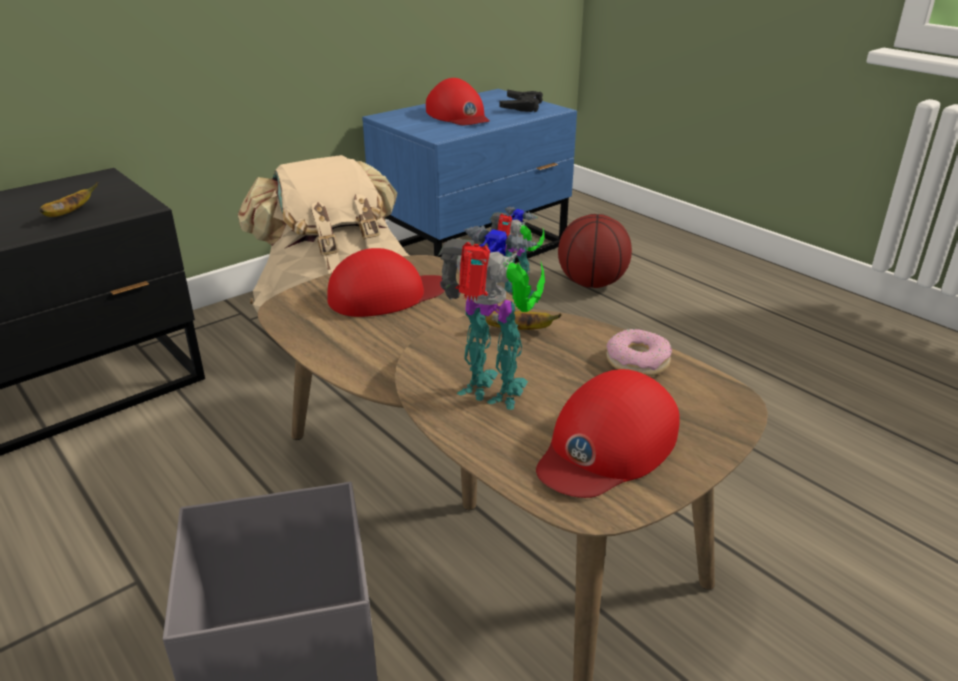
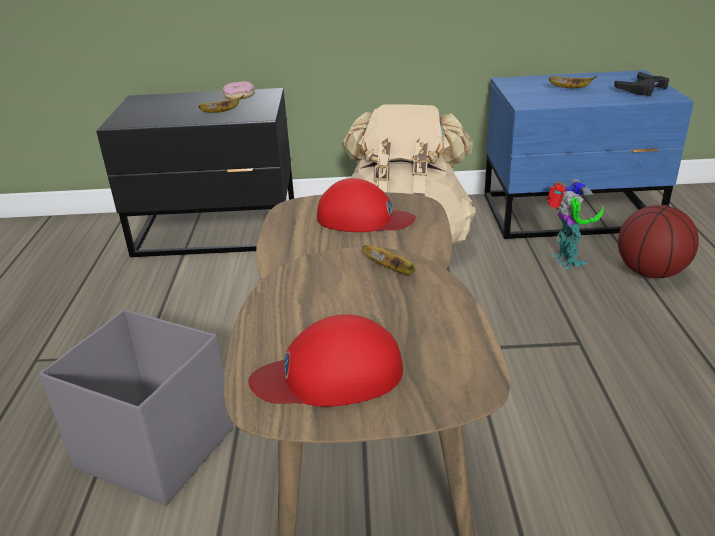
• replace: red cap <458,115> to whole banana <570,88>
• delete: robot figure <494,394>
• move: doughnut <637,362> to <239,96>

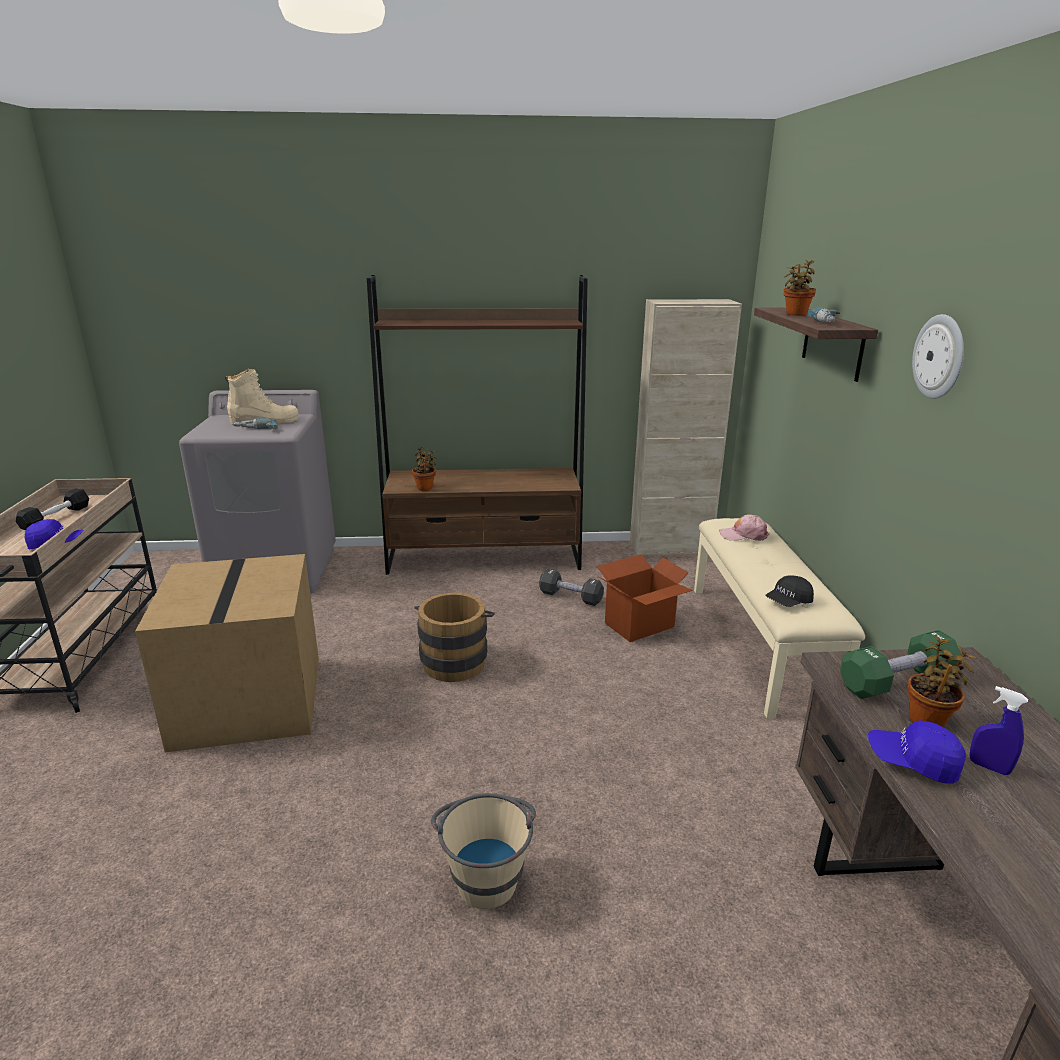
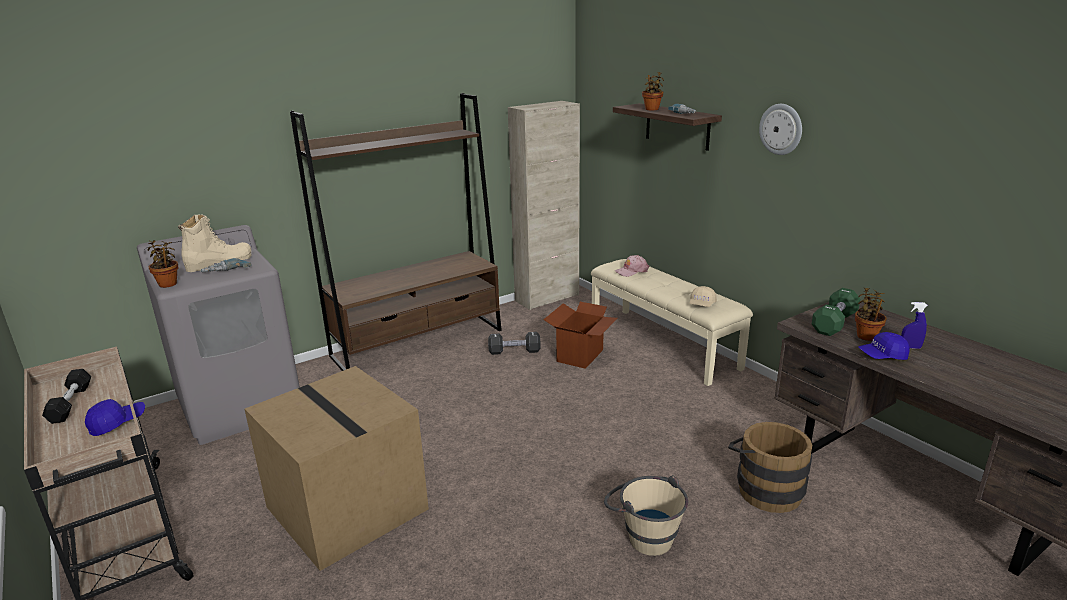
• move: houseplant <425,487> to <168,283>
• recolor: black-coloured cap <788,602> to beige-coloured cap <702,304>
• move: brown-coloured bucket <455,660> to <765,488>

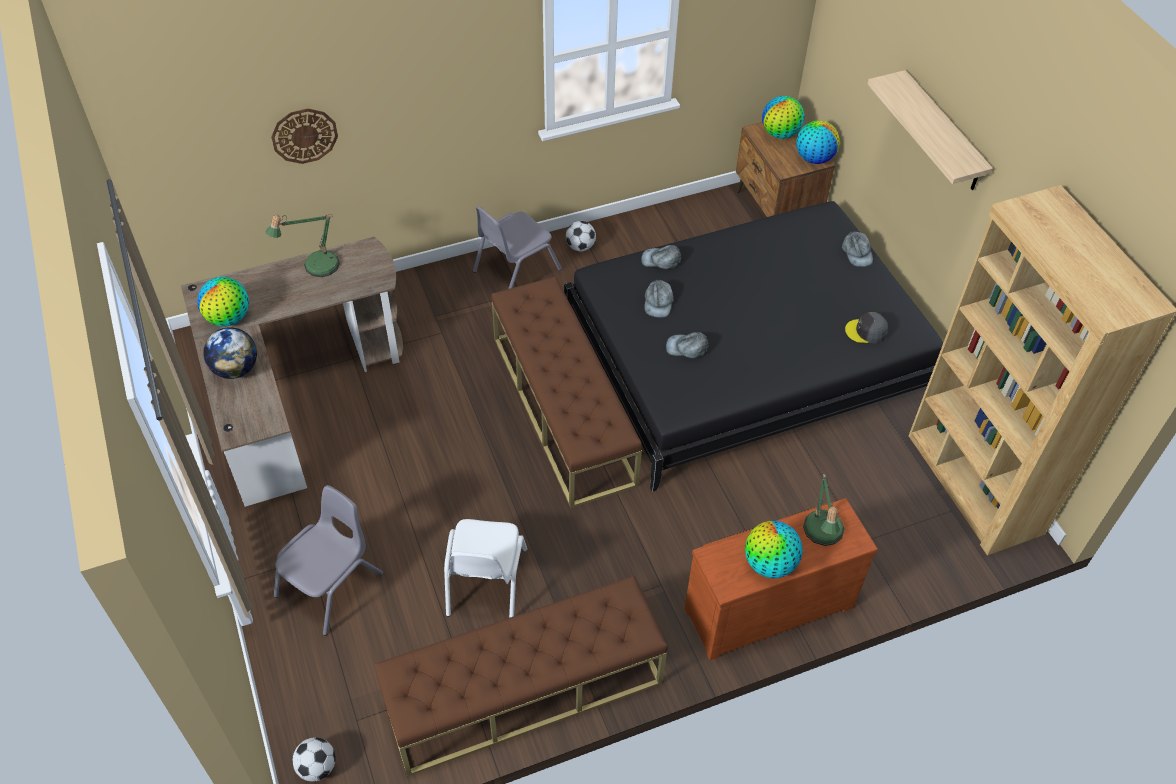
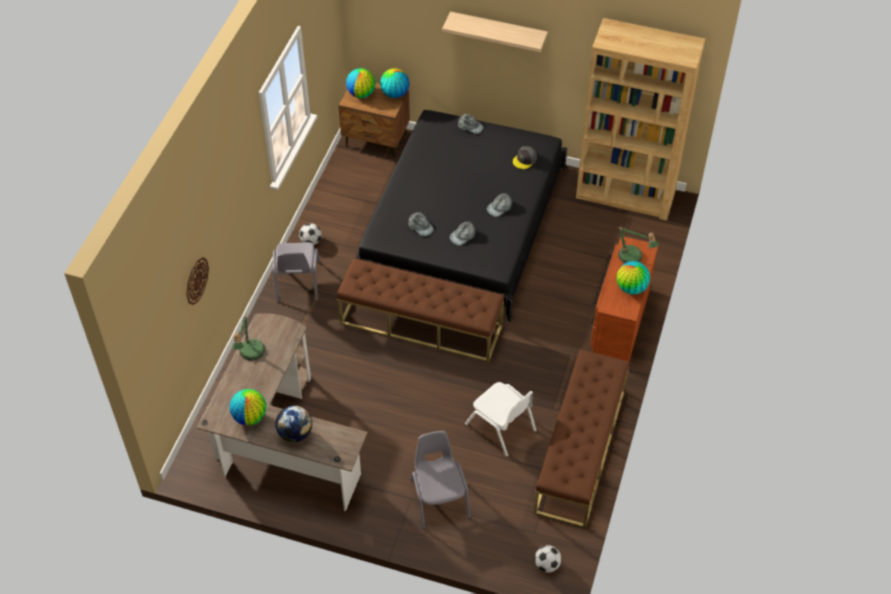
• move: grey cap <661,260> to <500,207>

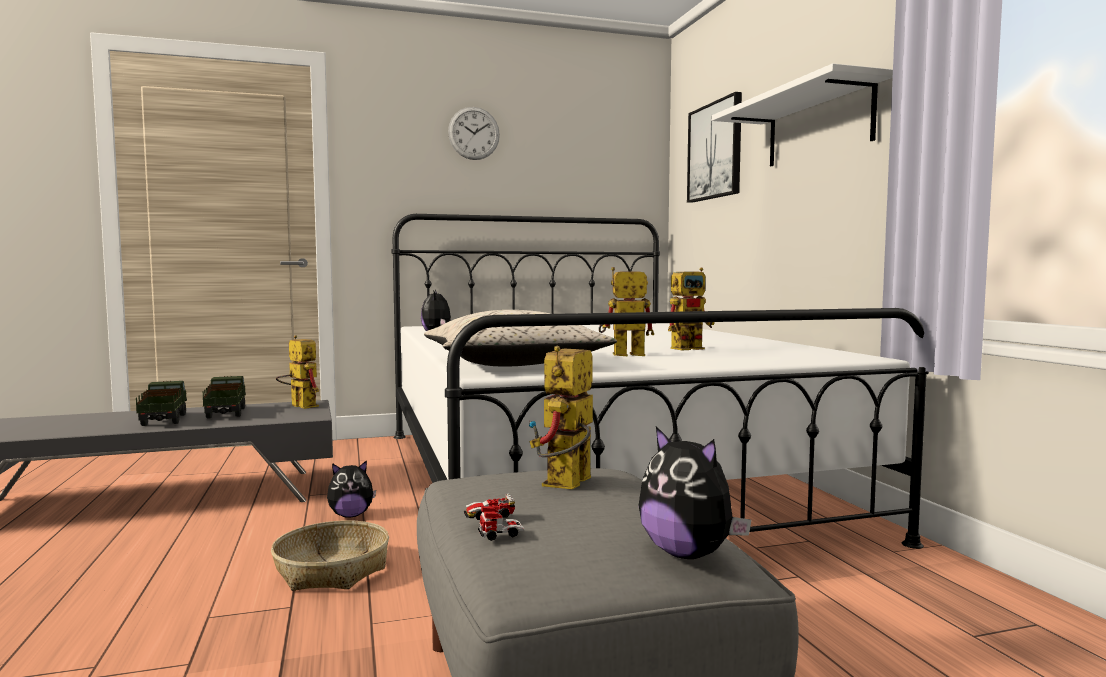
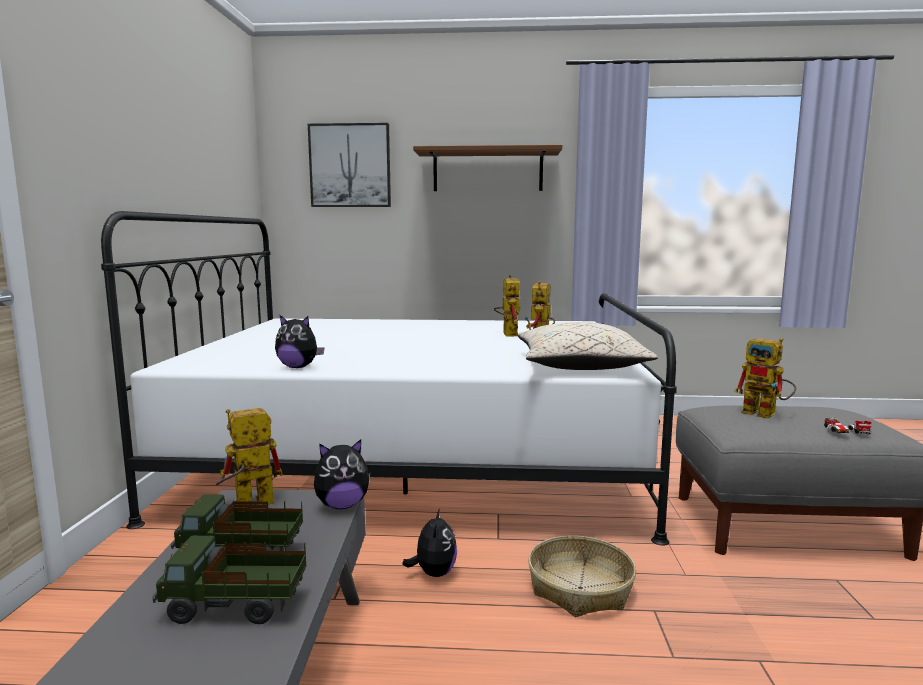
• recolor: whitish bracket shelf <818,126> to brown-coloured bracket shelf <487,171>
• delete: wall clock <474,133>
• move: cuddly toy <688,553> to <342,505>

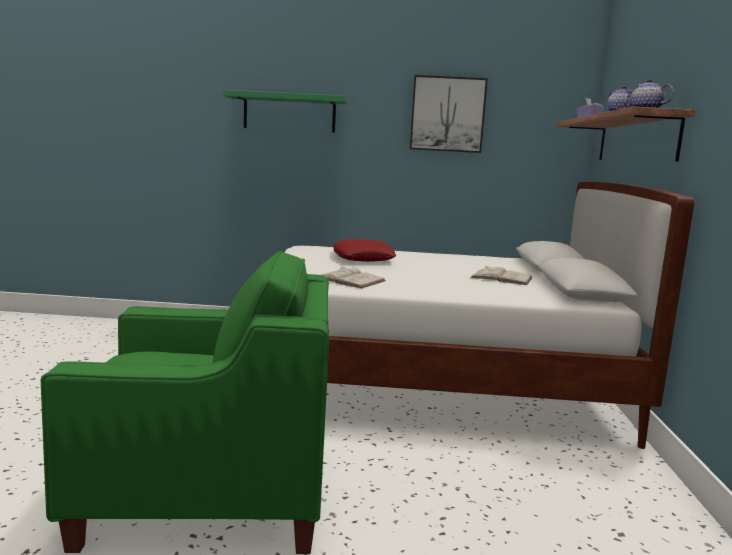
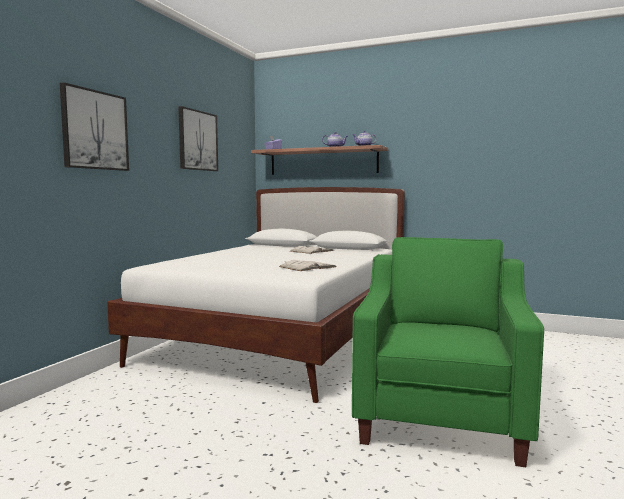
• replace: green bracket shelf <289,113> to wall picture <95,130>
• delete: red pillow <363,258>

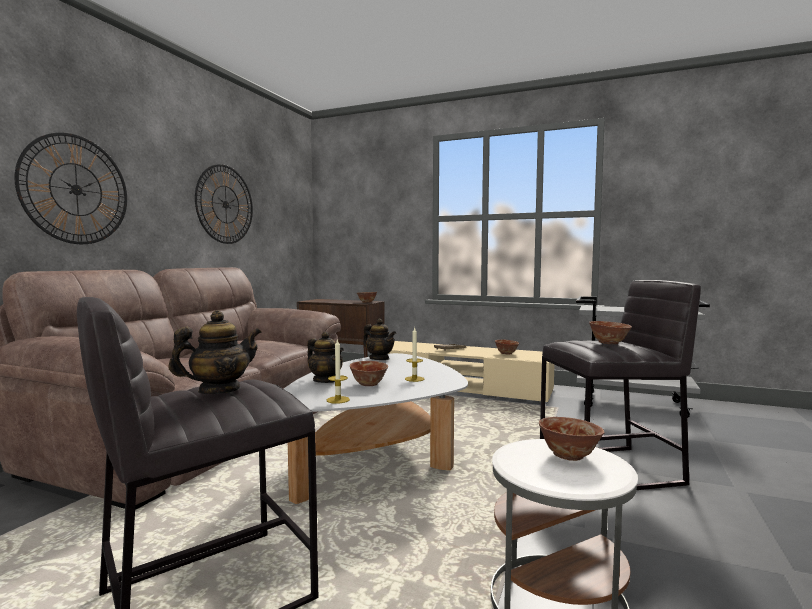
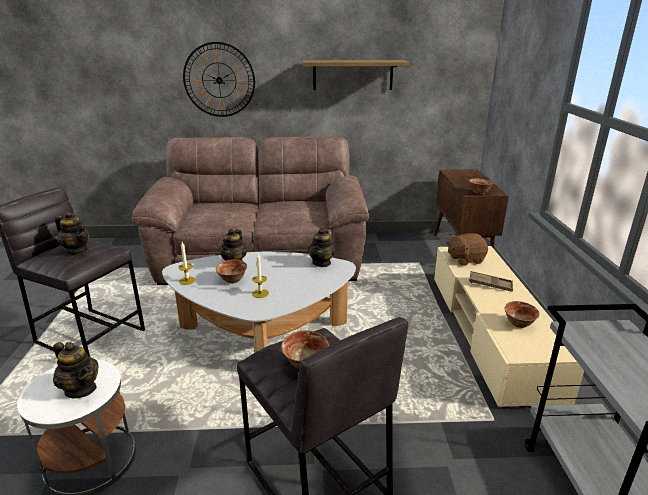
• replace: wall clock <225,204> to bracket shelf <353,75>
• replace: serving bowl <569,455> to pot for tea <81,389>
• insert: brown-coloured cuddly toy <465,259>

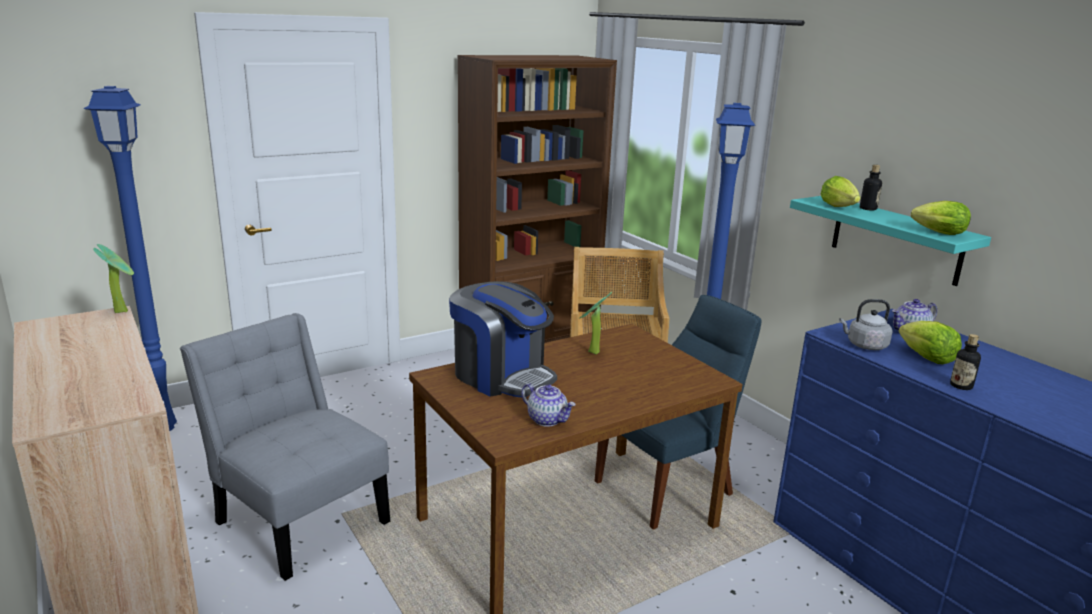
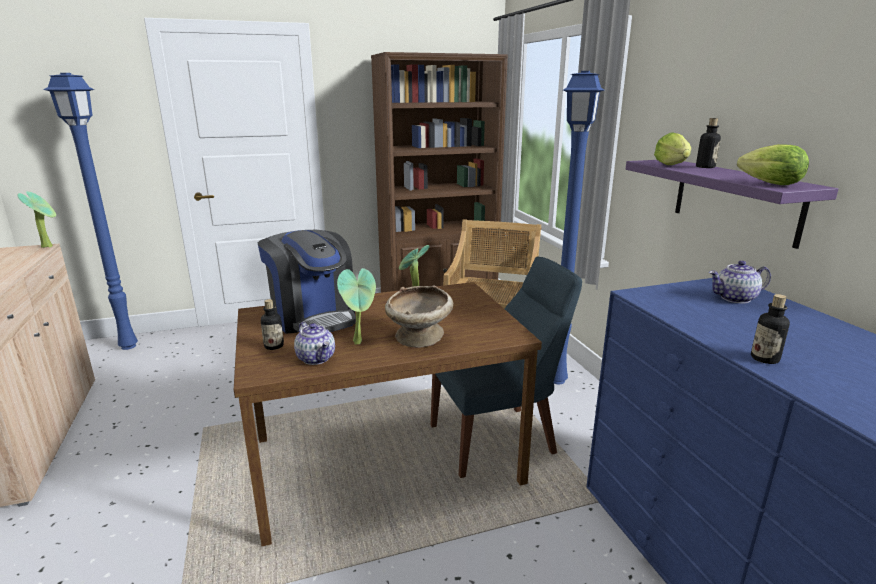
• recolor: turquoise-coloured bracket shelf <895,239> to purple-coloured bracket shelf <735,200>
• delete: grey tea kettle <864,345>
• delete: grey chair <298,517>
• delete: lettuce <926,358>
• insert: houseplant <360,342>
• insert: beige-coloured serving bowl <419,339>
• insert: beverage bottle <274,346>

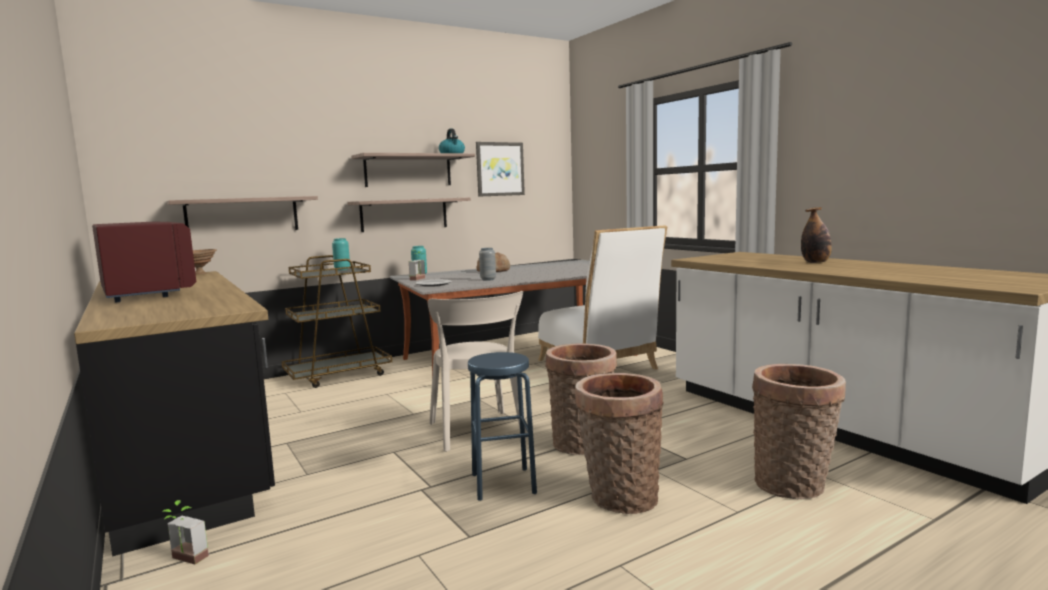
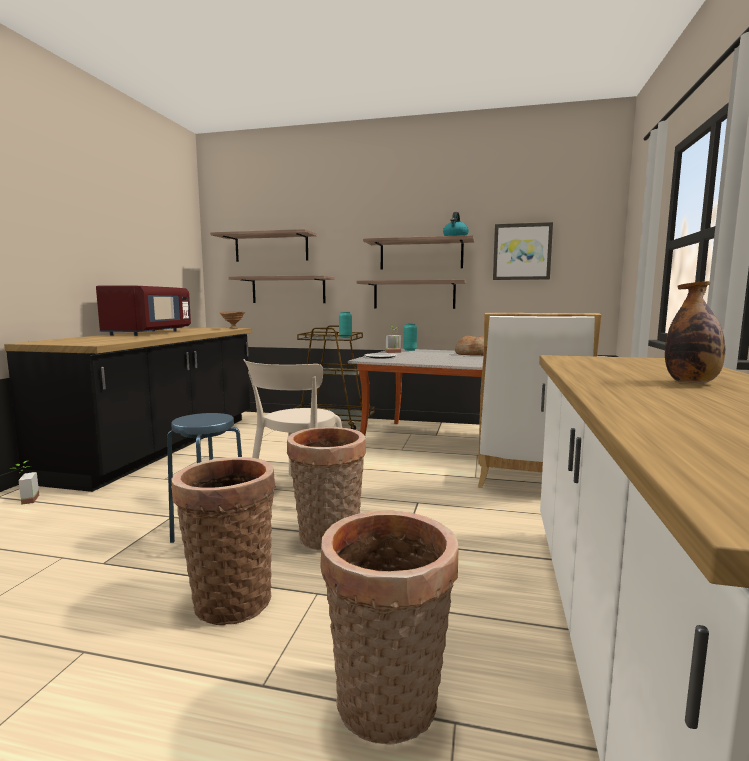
• delete: grey vase <488,279>
• insert: bracket shelf <271,248>

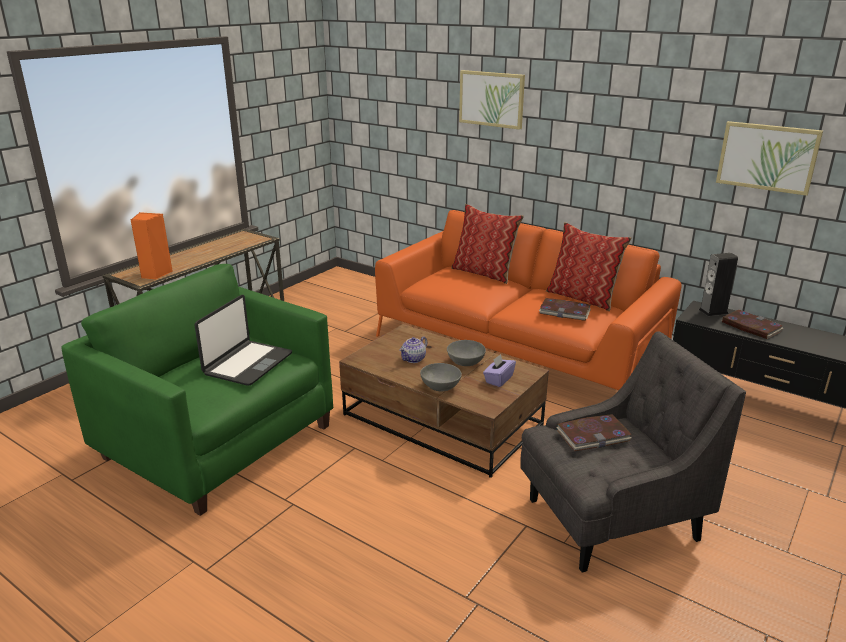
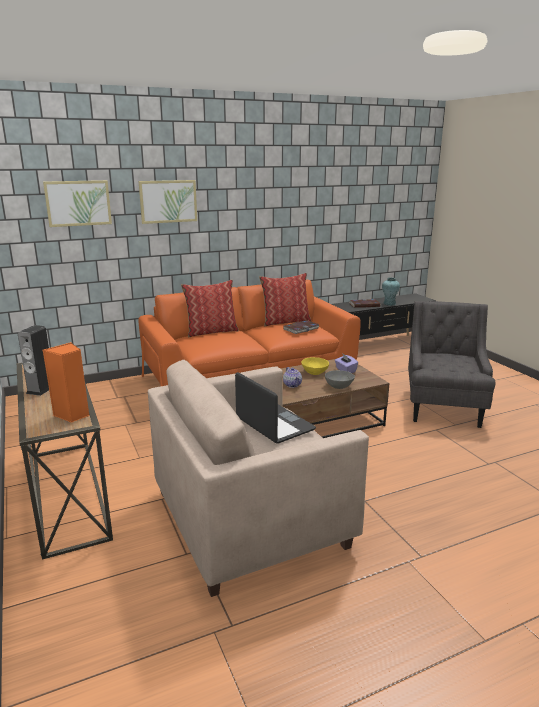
• move: wall picture <767,157> to <78,203>
• move: speaker <713,311> to <41,389>
• recolor: green easy chair <218,443> to beige-coloured easy chair <251,519>
• recolor: grey serving bowl <465,363> to yellowish serving bowl <315,373>
• delete: bound book <593,435>
• insert: turquoise-coloured vase <389,304>

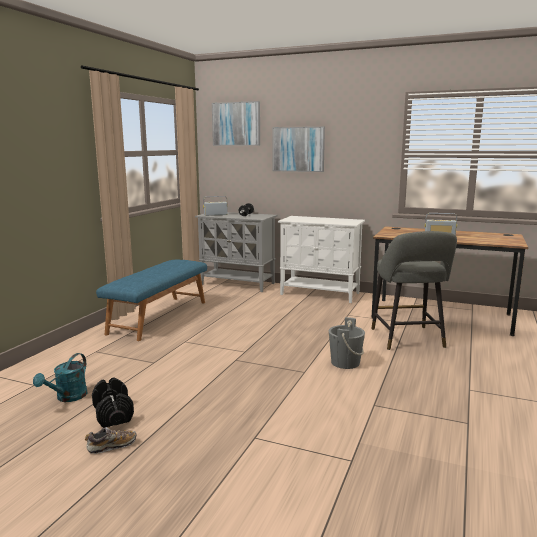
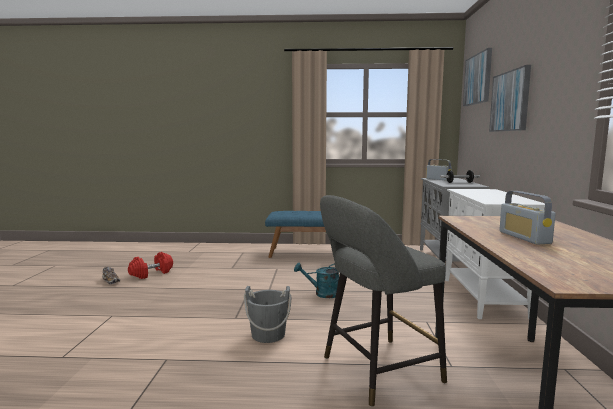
• move: turquoise-coloured sprinkling can <68,397> to <322,294>
• recolor: black-coloured free weight <113,414> to red free weight <151,274>

